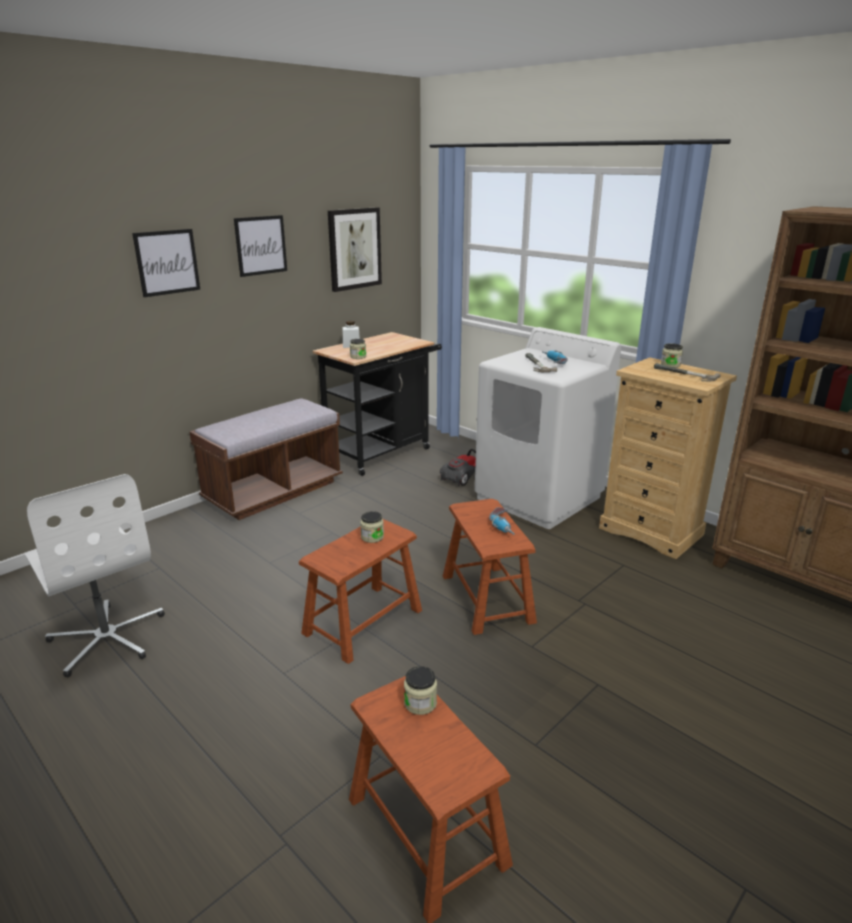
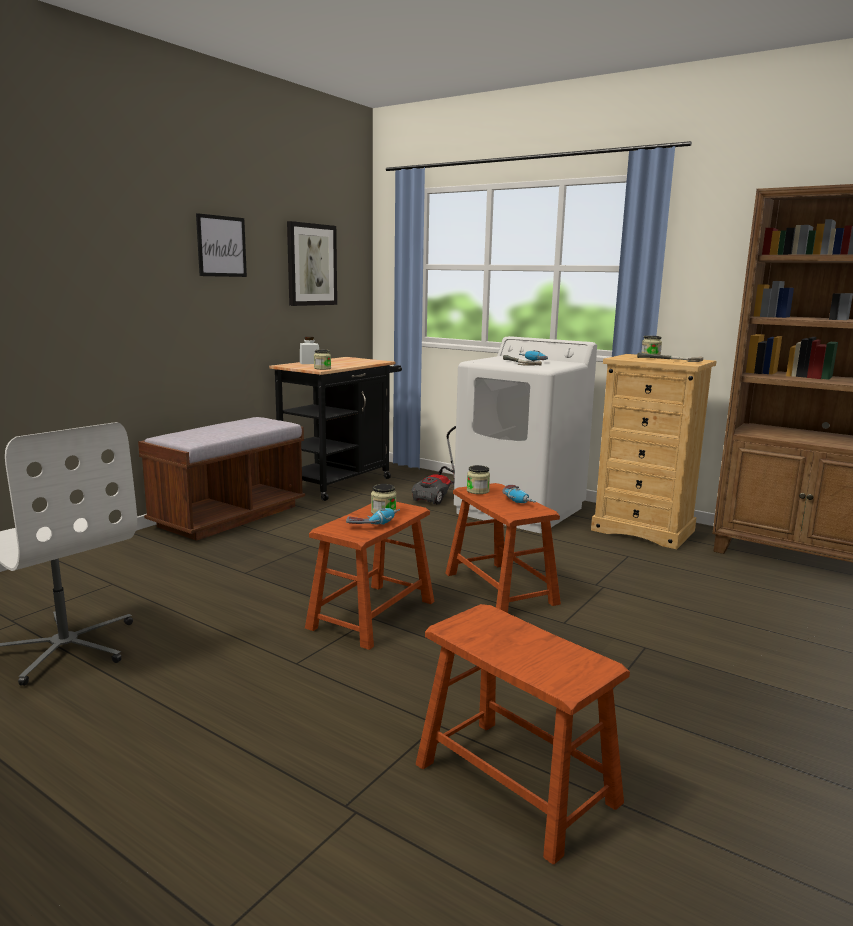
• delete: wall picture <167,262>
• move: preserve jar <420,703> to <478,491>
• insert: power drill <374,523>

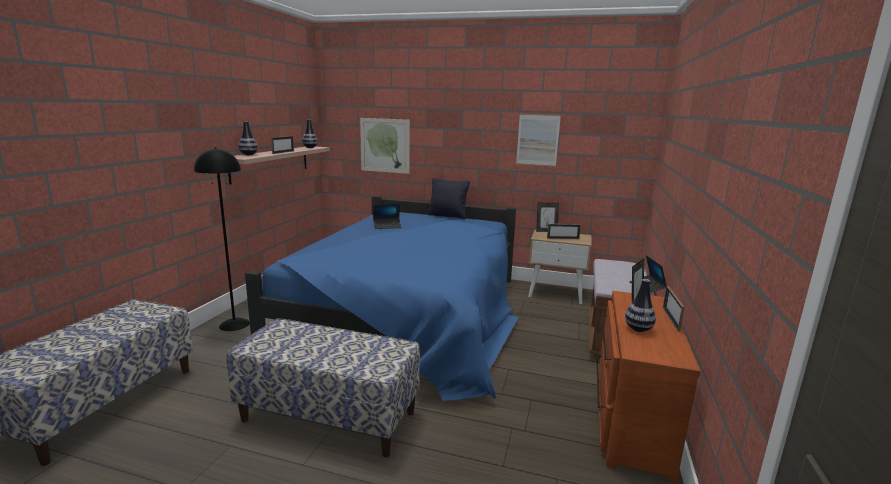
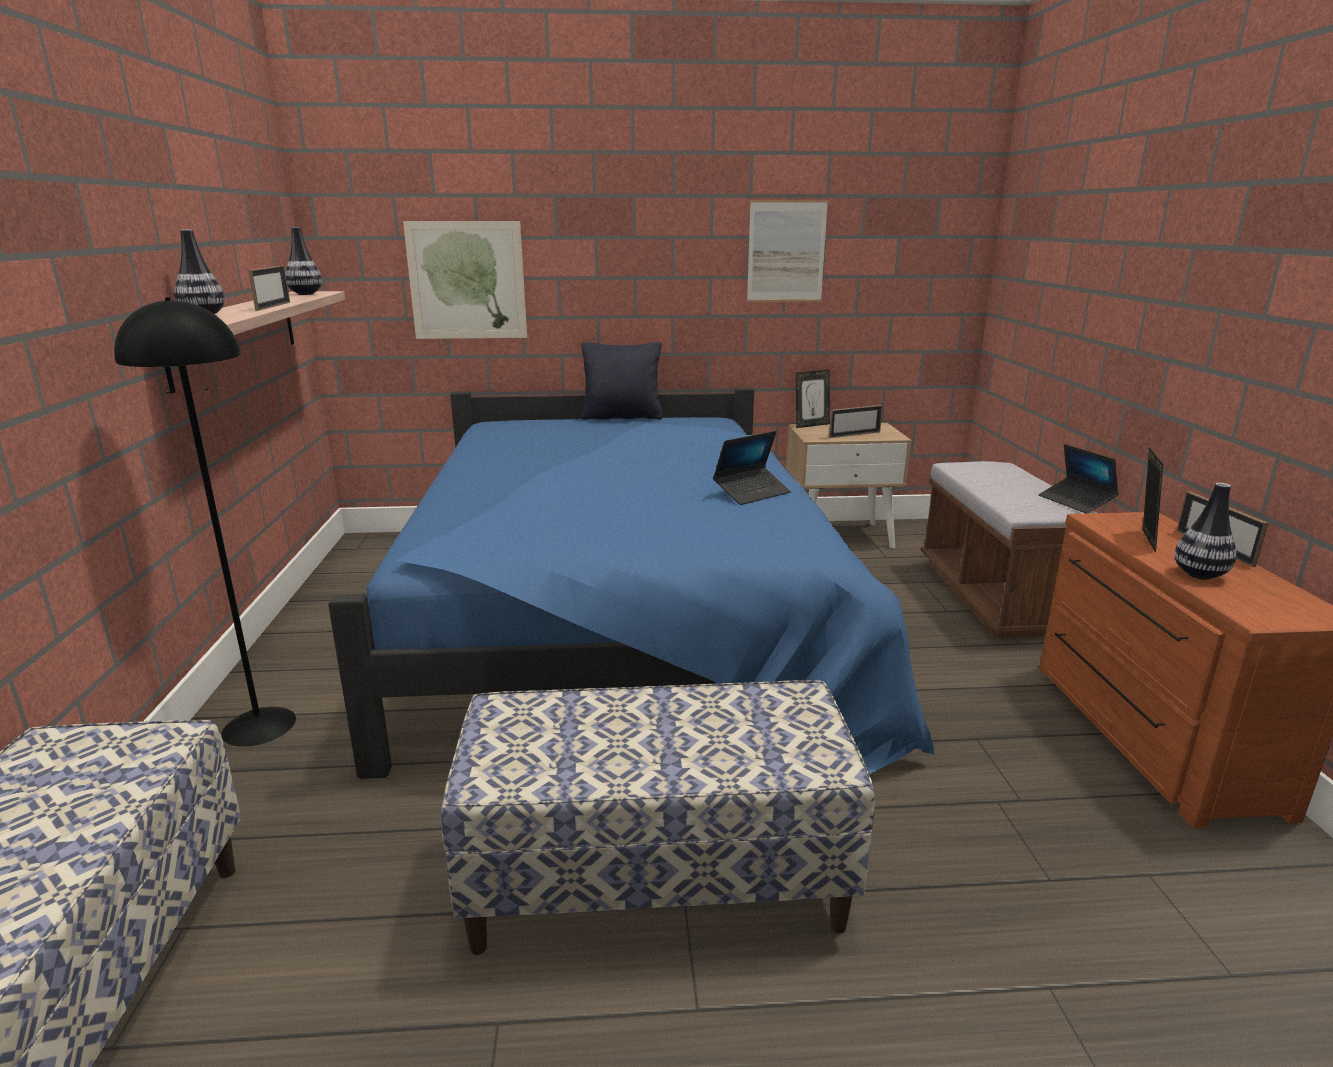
• move: laptop <387,226> to <752,493>

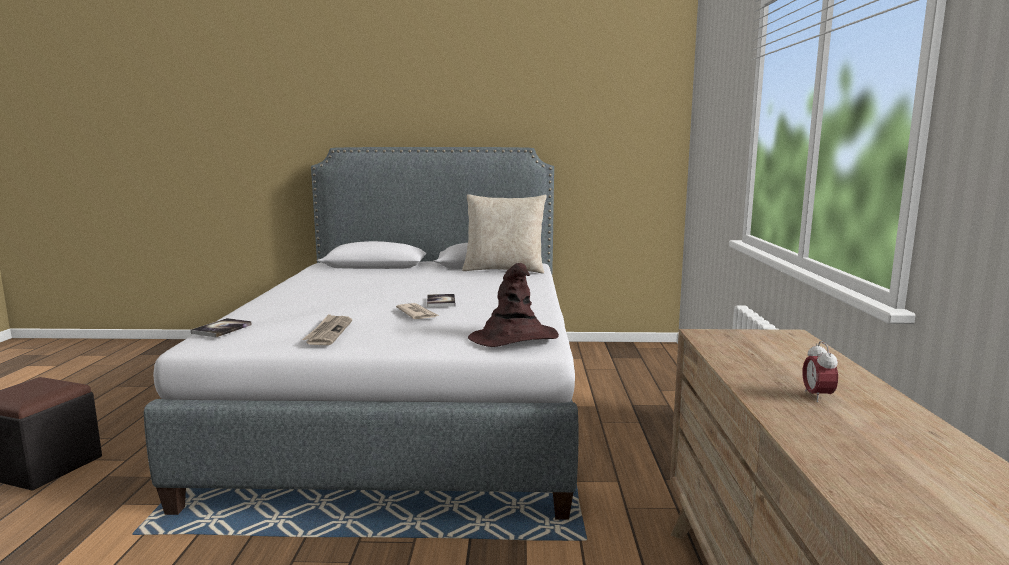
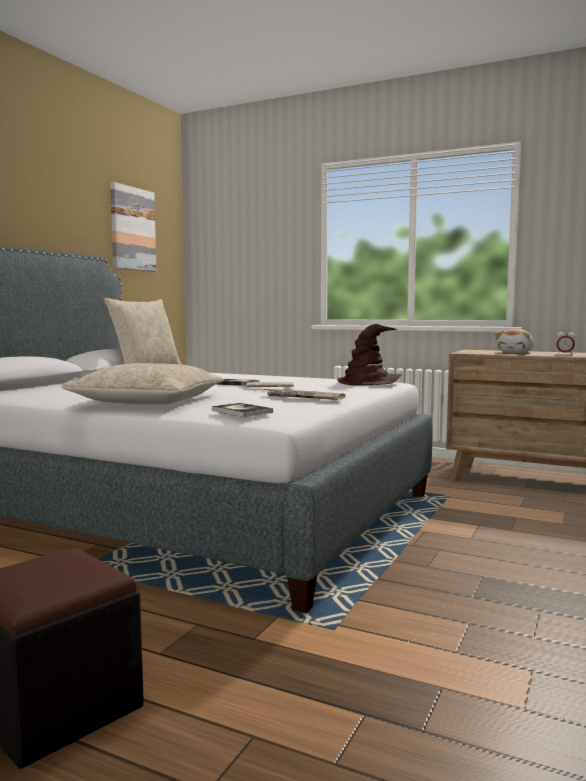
• insert: wall picture <132,229>
• insert: cuddly toy <515,352>
• insert: beige-coloured pillow <148,401>

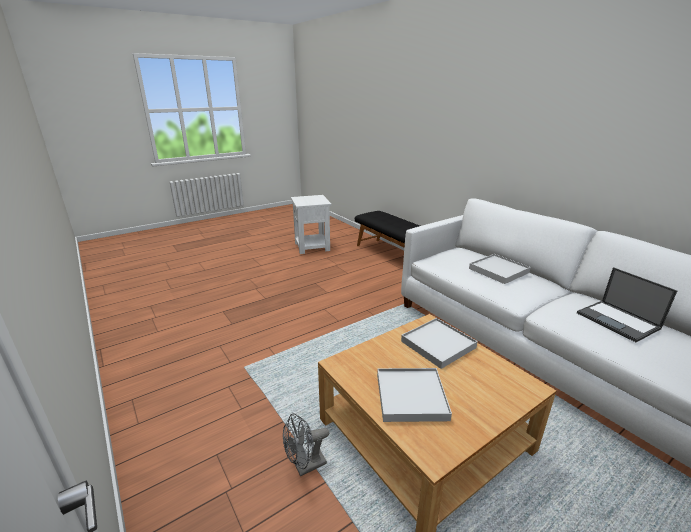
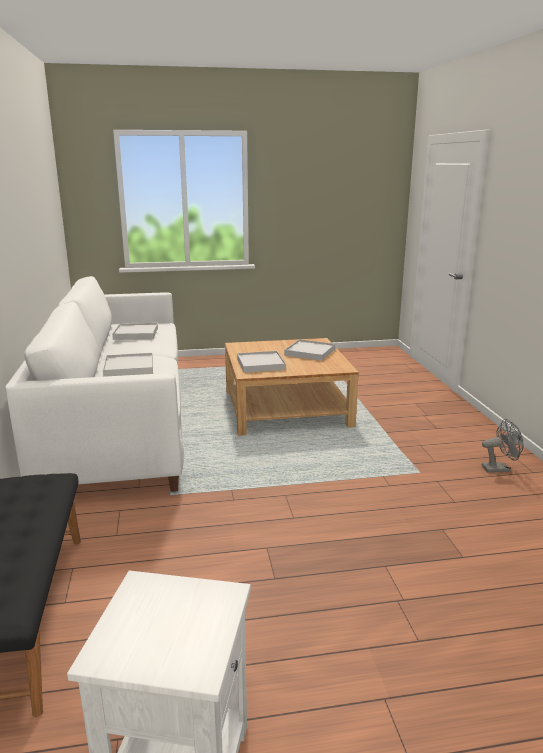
• replace: laptop <618,321> to whitish tray <136,334>
• move: grey cooling fan <305,466> to <500,469>

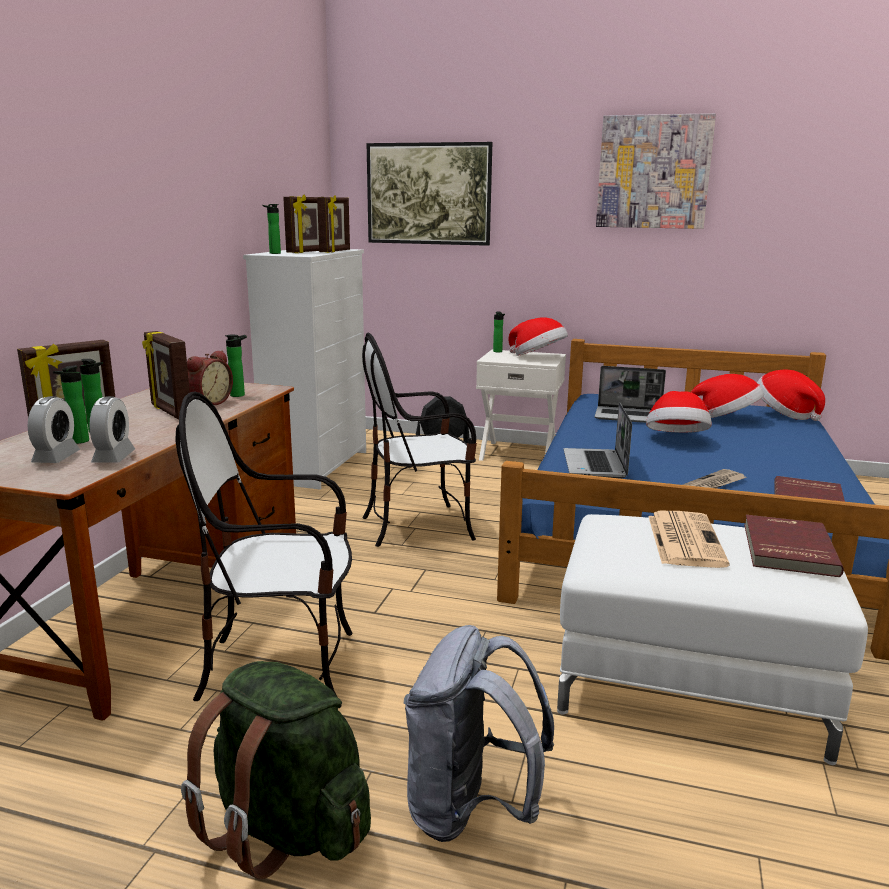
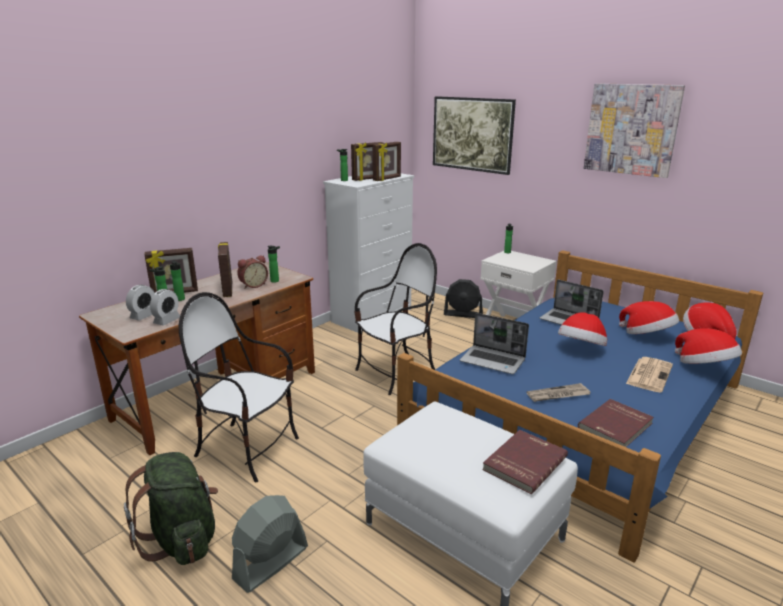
• move: hat <538,357> to <704,366>
• rotate: chair <418,526> = <396,373> 135 degrees clockwise
• rotate: laptop <595,465> = <493,361> 90 degrees counterclockwise
• move: printed paper <684,539> to <649,374>
• replace: grey rucksack <470,810> to grey cooling fan <270,563>

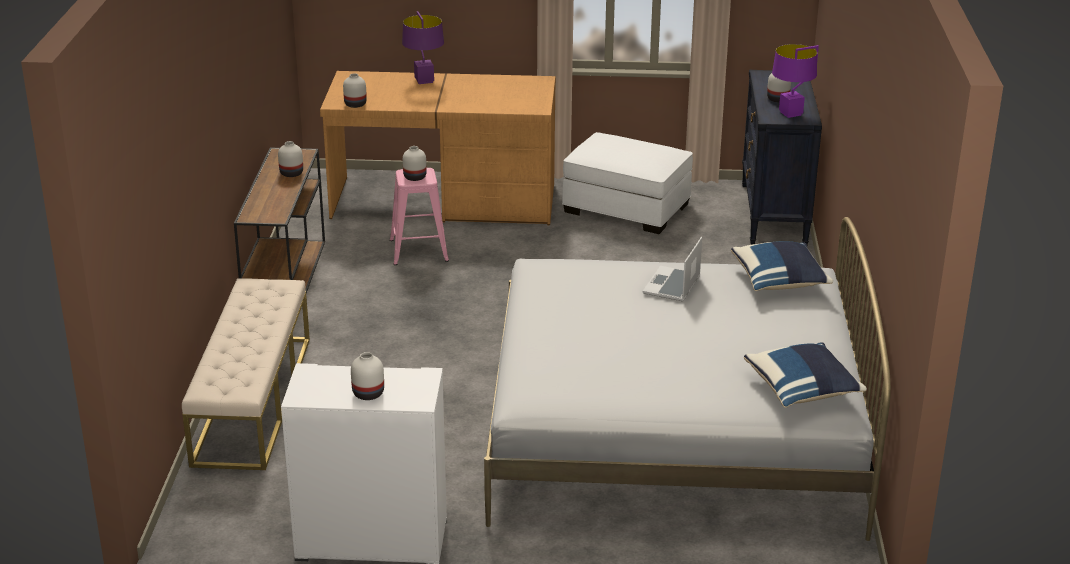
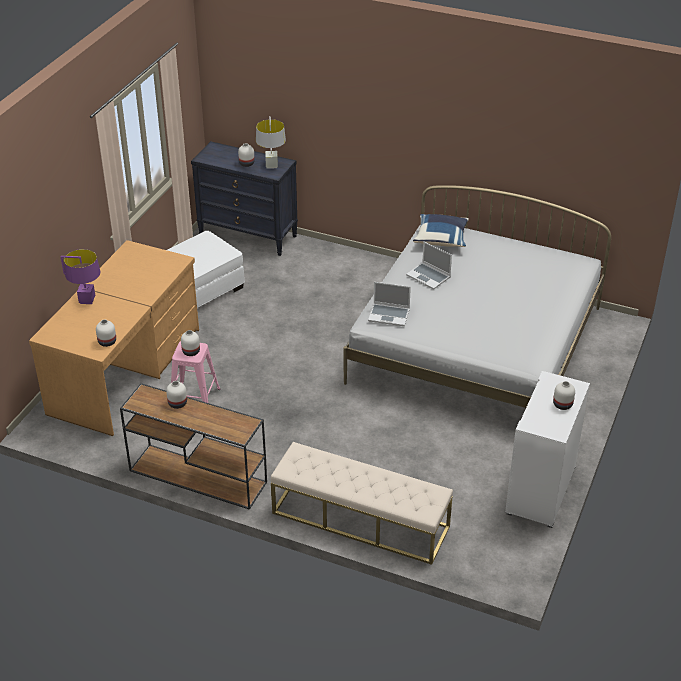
• recolor: purple-coloured tabletop lamp <791,113> to grey tabletop lamp <271,165>
• delete: blue pillow <803,390>
• insert: laptop <389,315>

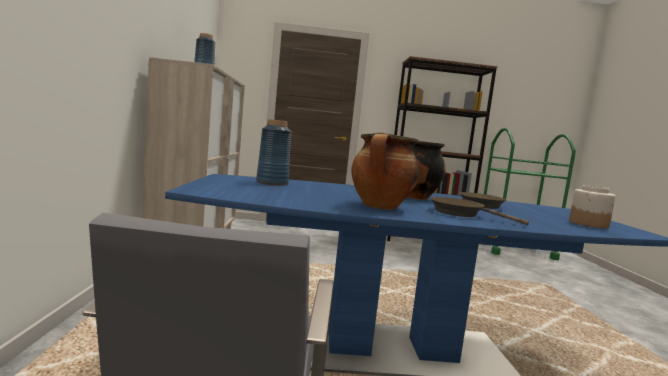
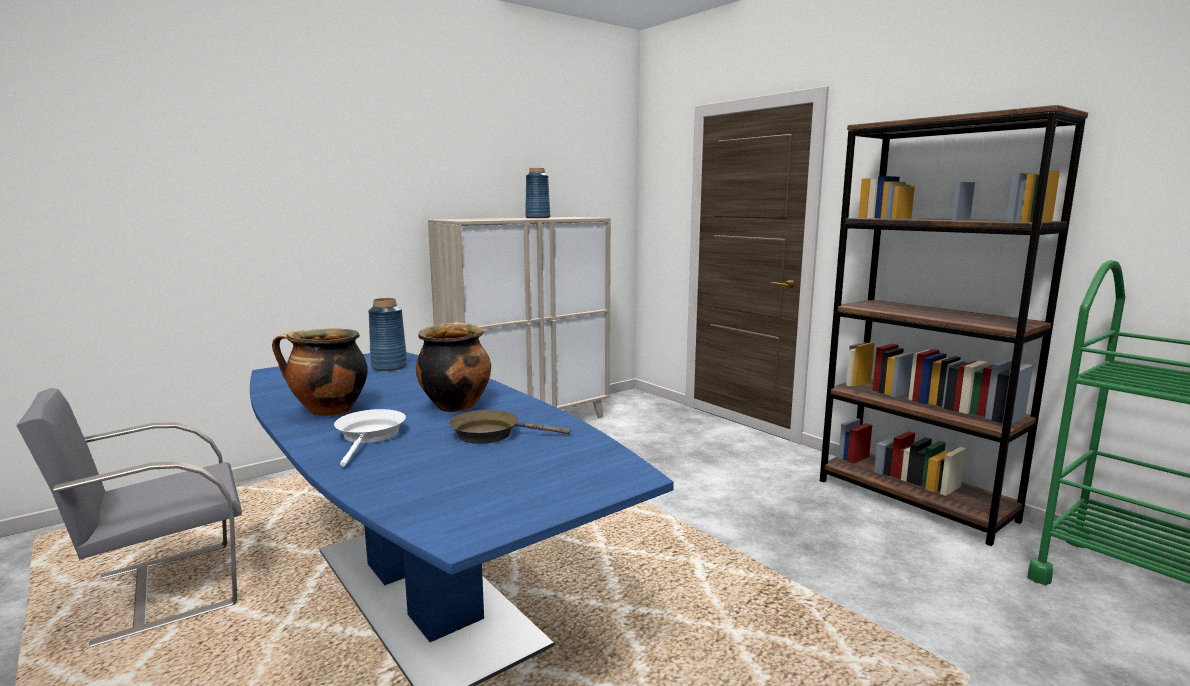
• delete: preserve jar <589,224>
• recolor: brown-coloured pan <460,213> to whitish pan <370,436>

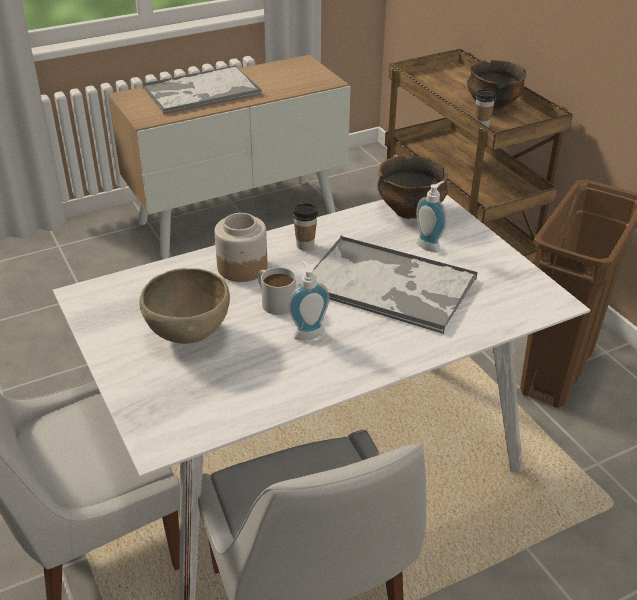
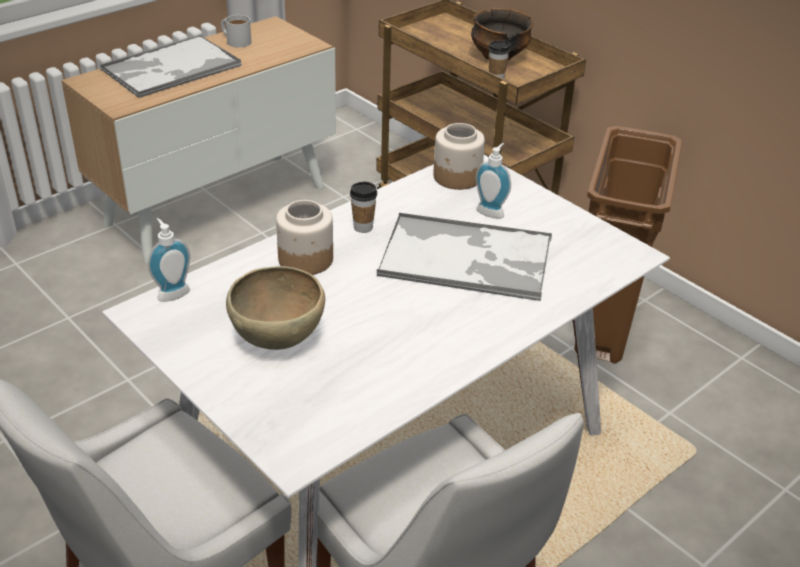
• replace: serving bowl <410,210> to preserve jar <457,177>
• move: soap dispenser <307,332> to <172,292>
• move: whitish tea mug <274,301> to <235,41>

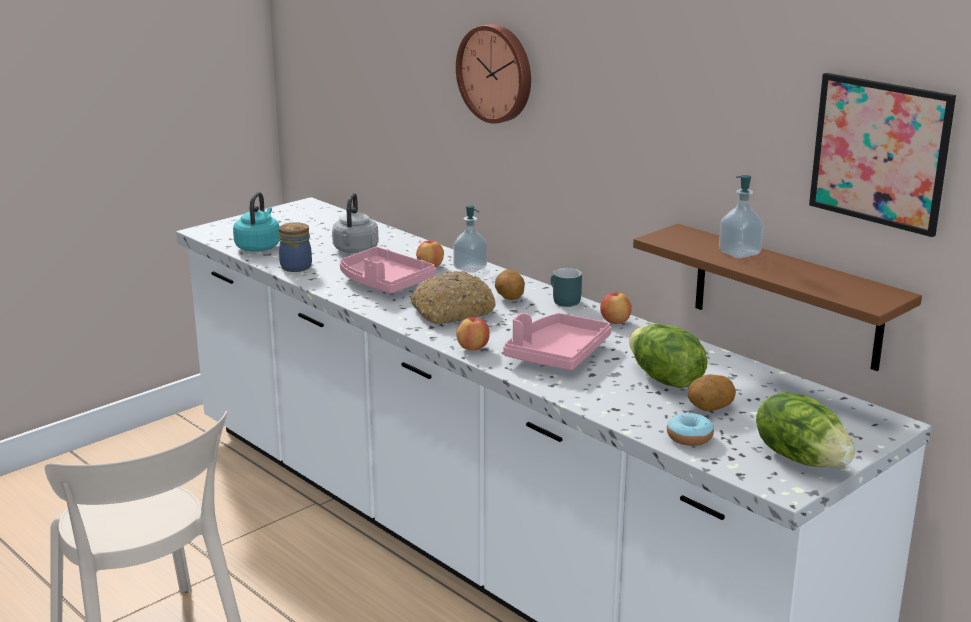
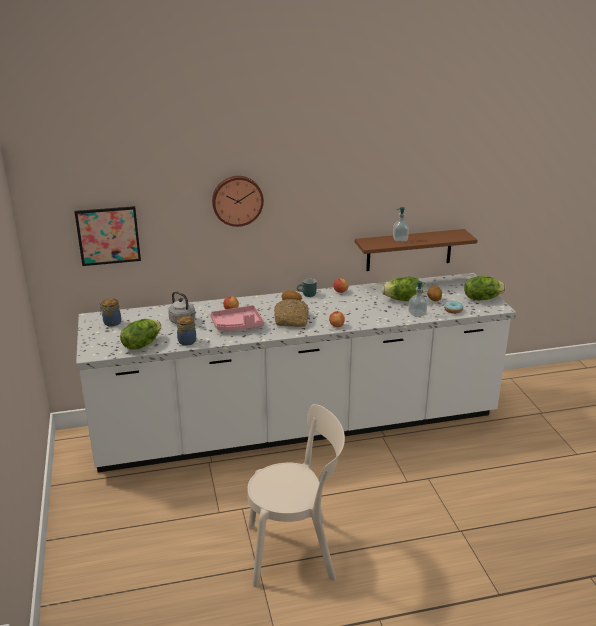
• move: wall picture <880,152> to <108,235>
• replace: turquoise-coloured tea kettle <258,247> to lettuce <141,344>
• move: soap dispenser <470,268> to <417,314>
• delete: pink tray <557,354>
• insert: preserve jar <111,323>

